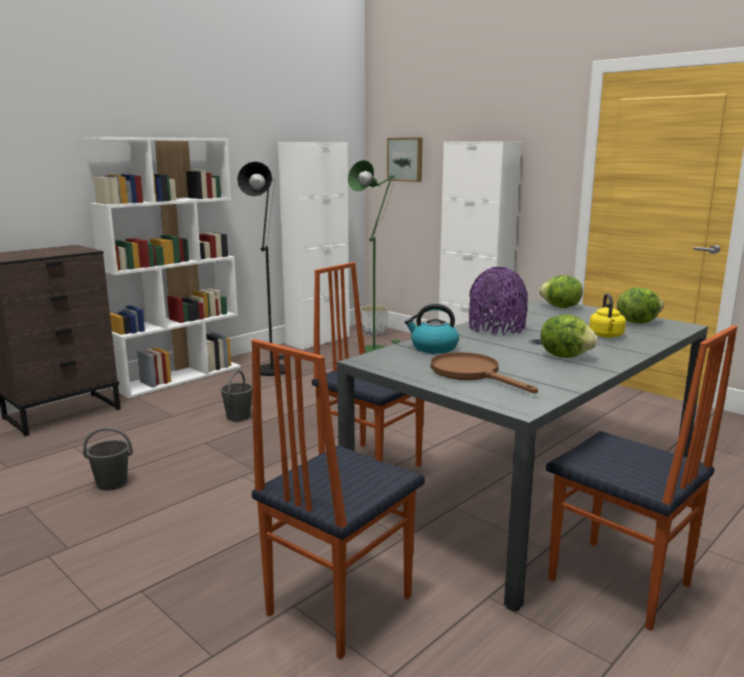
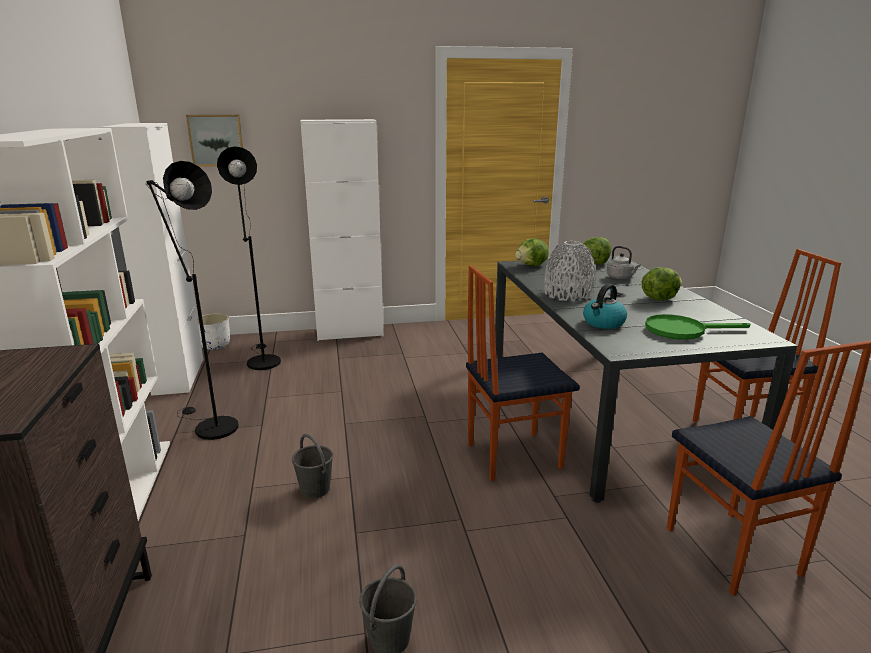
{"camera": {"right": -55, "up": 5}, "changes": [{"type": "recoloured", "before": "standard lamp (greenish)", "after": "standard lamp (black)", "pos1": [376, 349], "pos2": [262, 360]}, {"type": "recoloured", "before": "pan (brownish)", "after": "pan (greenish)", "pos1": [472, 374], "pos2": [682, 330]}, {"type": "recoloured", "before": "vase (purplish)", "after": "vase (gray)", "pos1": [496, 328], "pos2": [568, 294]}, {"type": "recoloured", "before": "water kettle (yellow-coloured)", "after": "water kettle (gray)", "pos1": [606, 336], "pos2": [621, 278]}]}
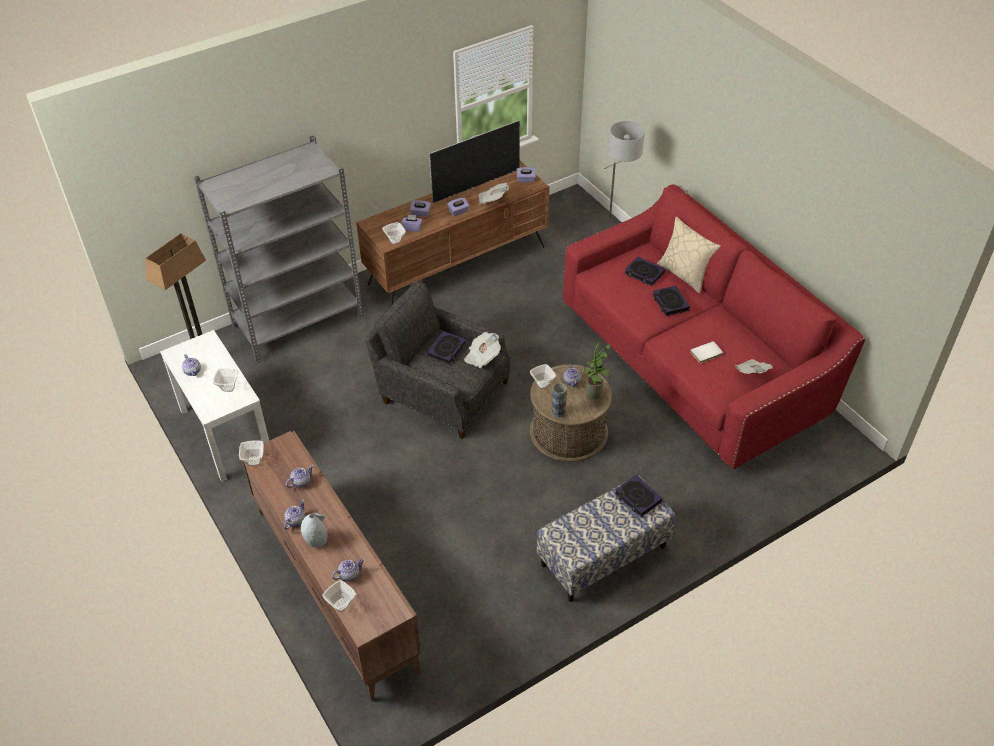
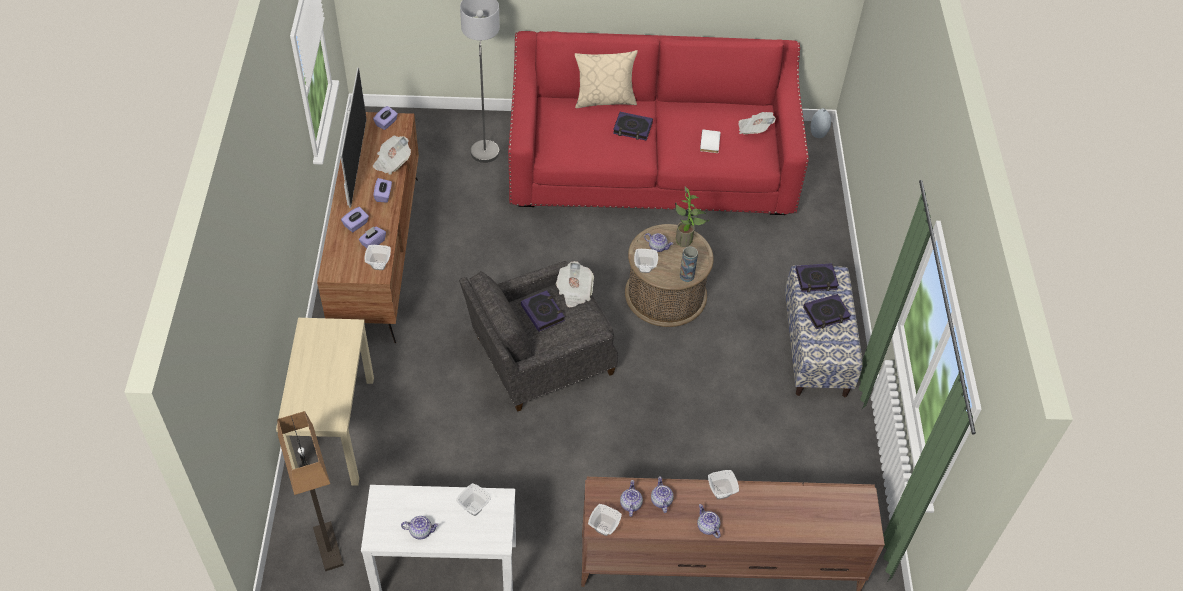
{"camera": {"right": -60, "up": 5}, "changes": [{"type": "moved", "before": "vase (gray)", "pos1": [316, 539], "pos2": [817, 133]}, {"type": "moved", "before": "deep dish", "pos1": [341, 604], "pos2": [720, 492]}, {"type": "moved", "before": "teapot", "pos1": [349, 574], "pos2": [630, 504]}, {"type": "moved", "before": "book", "pos1": [644, 273], "pos2": [826, 314]}, {"type": "replaced", "before": "bookcase (gray)", "after": "narrow table (sand-coloured)", "pos1": [298, 322], "pos2": [334, 428]}]}
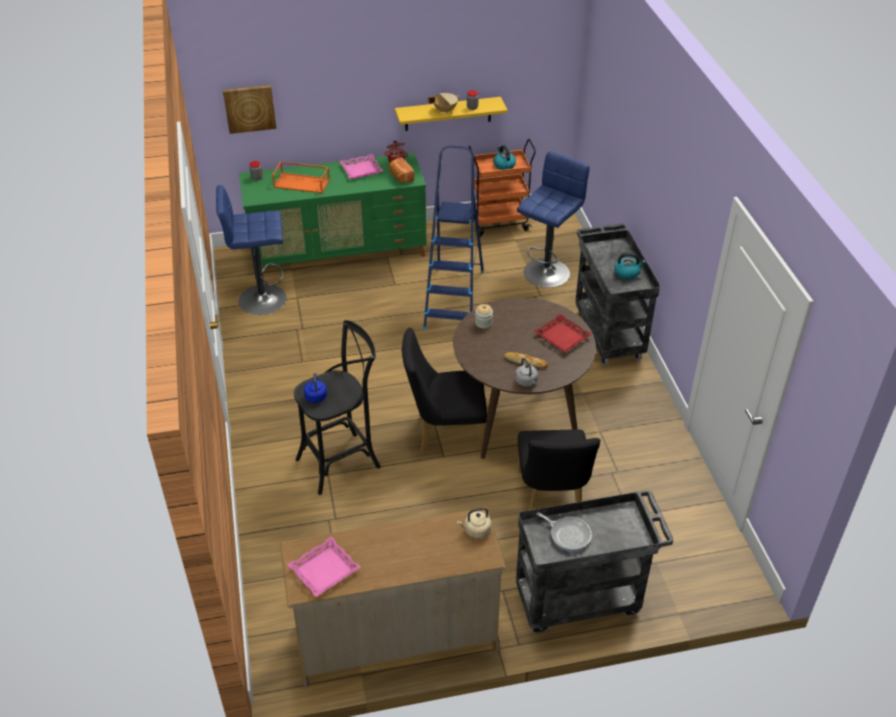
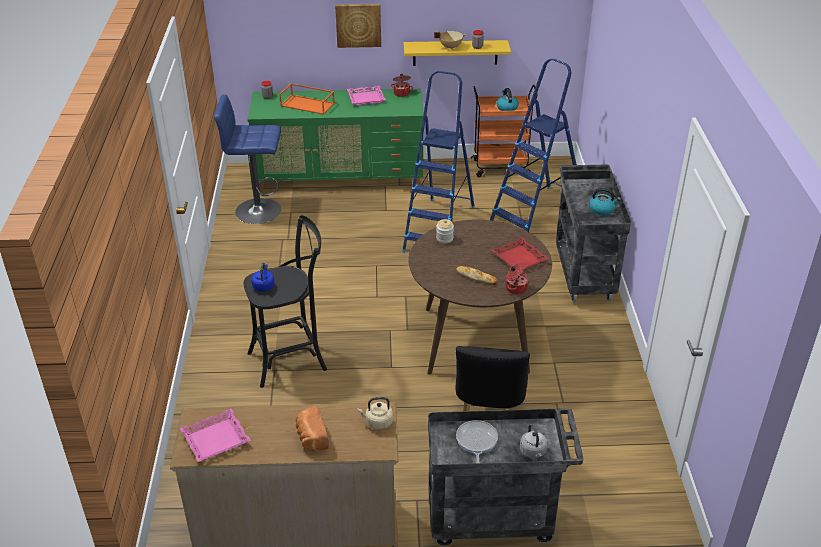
{"camera": {"right": 10, "up": -5}, "changes": [{"type": "removed", "before": "upright chair (black)", "pos1": [444, 432]}, {"type": "added", "after": "cooking pot", "pos2": [515, 288]}, {"type": "moved", "before": "wall picture", "pos1": [249, 108], "pos2": [358, 25]}, {"type": "moved", "before": "bread", "pos1": [400, 177], "pos2": [311, 437]}, {"type": "moved", "before": "water kettle (gray)", "pos1": [526, 382], "pos2": [533, 452]}, {"type": "replaced", "before": "stool (blue)", "after": "step ladder (blue)", "pos1": [547, 273], "pos2": [536, 214]}, {"type": "turned", "before": "pan", "pos1": [568, 534], "pos2": [476, 441], "turn": -135}]}
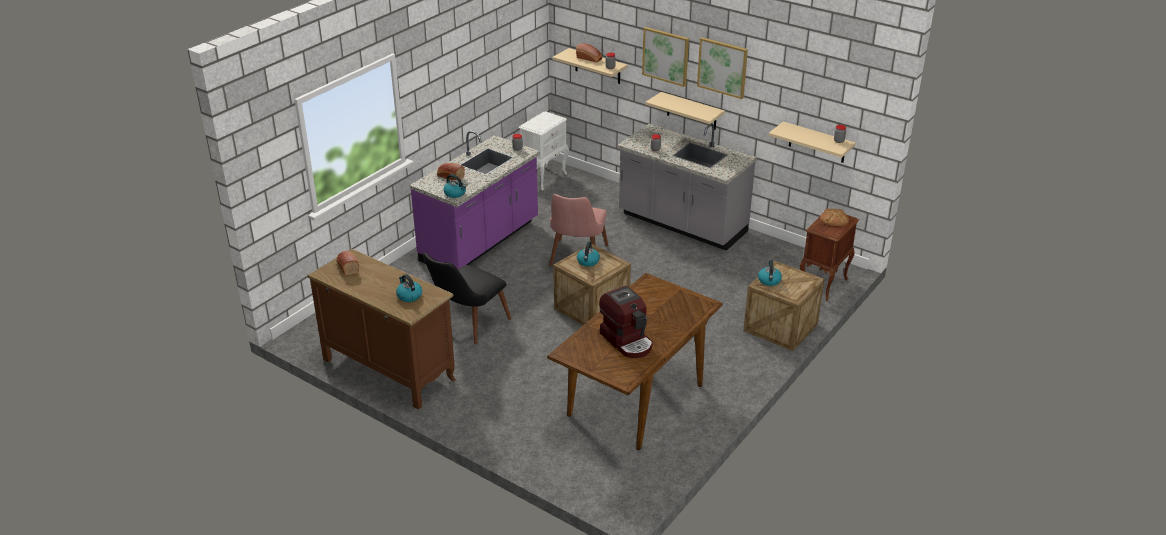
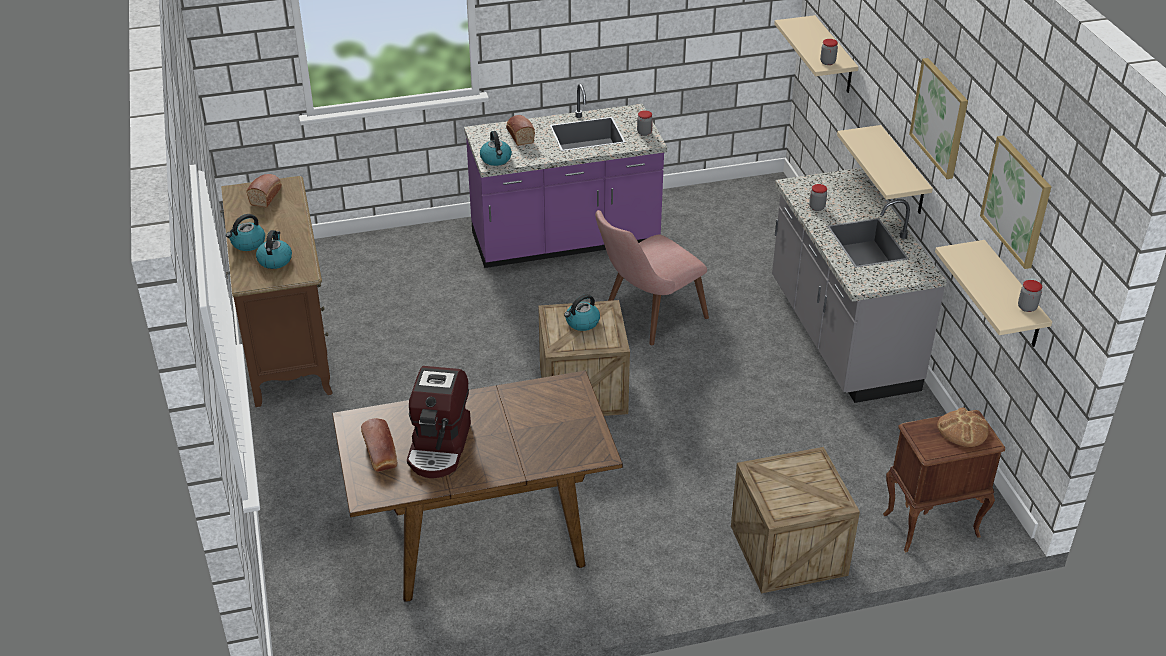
{"camera": {"right": 40, "up": 5}, "changes": [{"type": "removed", "before": "upright chair (black)", "pos1": [466, 326]}, {"type": "removed", "before": "nightstand (white-coloured)", "pos1": [544, 178]}, {"type": "moved", "before": "bread", "pos1": [590, 58], "pos2": [381, 455]}, {"type": "moved", "before": "wall picture", "pos1": [665, 56], "pos2": [1017, 201]}, {"type": "moved", "before": "water kettle", "pos1": [769, 281], "pos2": [248, 243]}]}
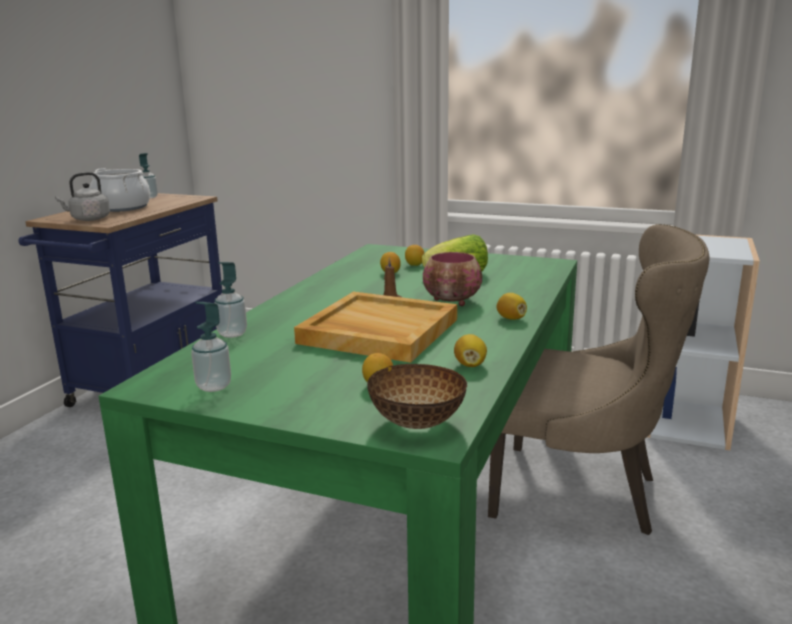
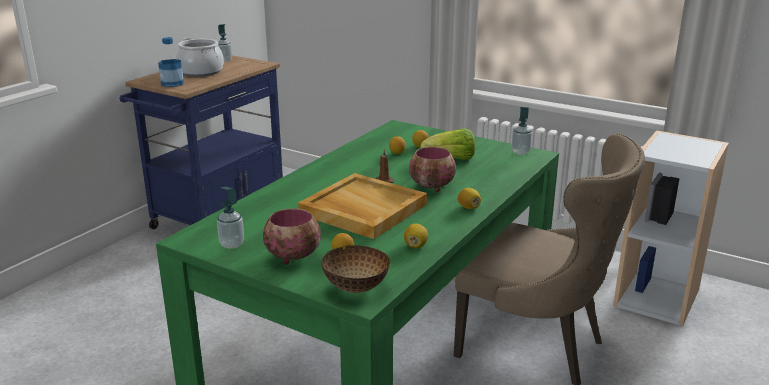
{"camera": {"right": 10, "up": 5}, "changes": [{"type": "added", "after": "deep dish", "pos2": [294, 256]}, {"type": "moved", "before": "soap bottle", "pos1": [232, 334], "pos2": [520, 152]}, {"type": "replaced", "before": "water kettle (gray)", "after": "drink bottle", "pos1": [88, 219], "pos2": [172, 84]}]}
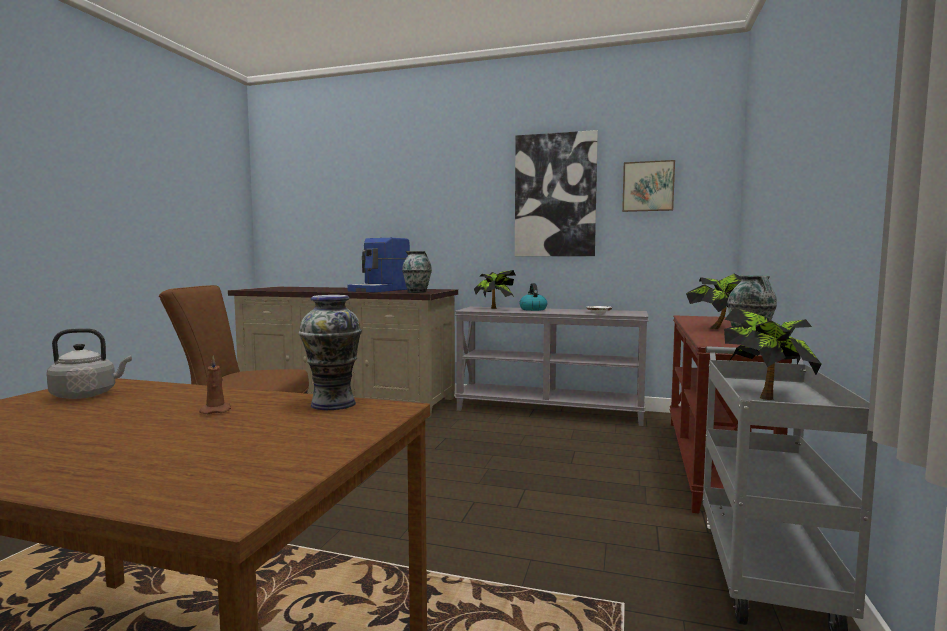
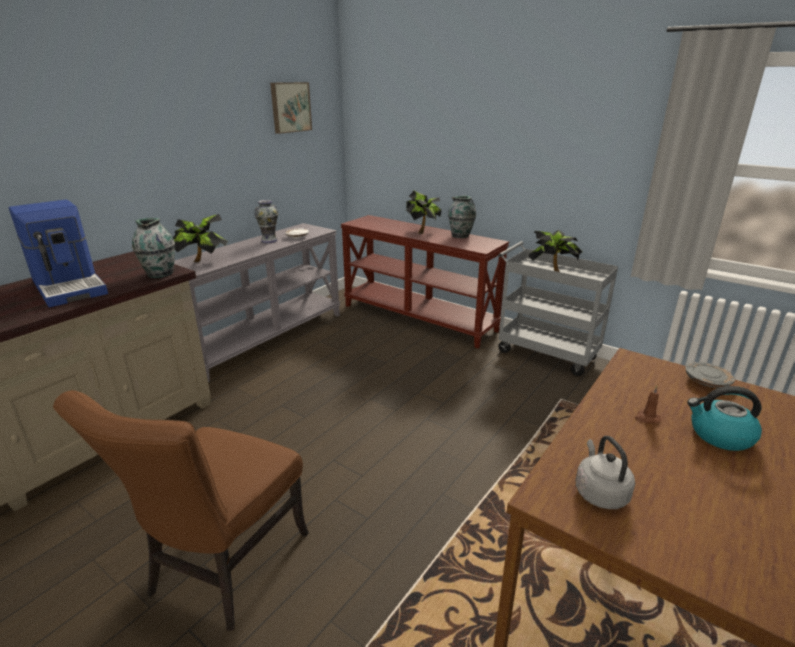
{"camera": {"right": -70, "up": 20}, "changes": [{"type": "removed", "before": "wall picture", "pos1": [555, 195]}, {"type": "added", "after": "plate (gray)", "pos2": [707, 381]}, {"type": "moved", "before": "vase", "pos1": [333, 404], "pos2": [269, 240]}, {"type": "moved", "before": "water kettle", "pos1": [532, 309], "pos2": [719, 435]}]}
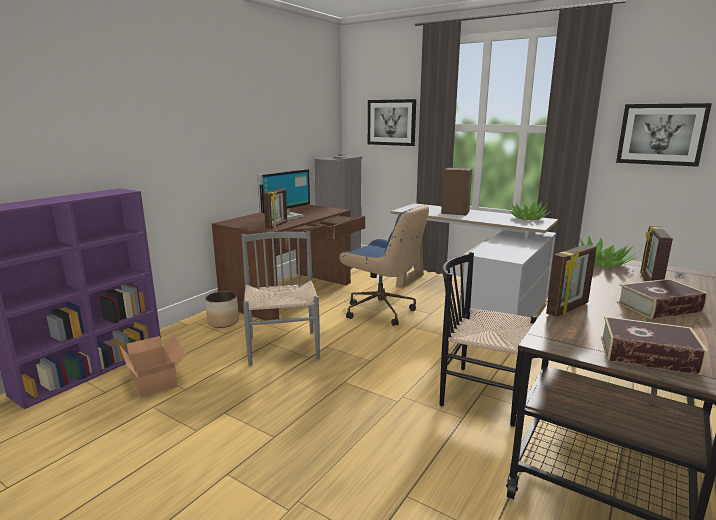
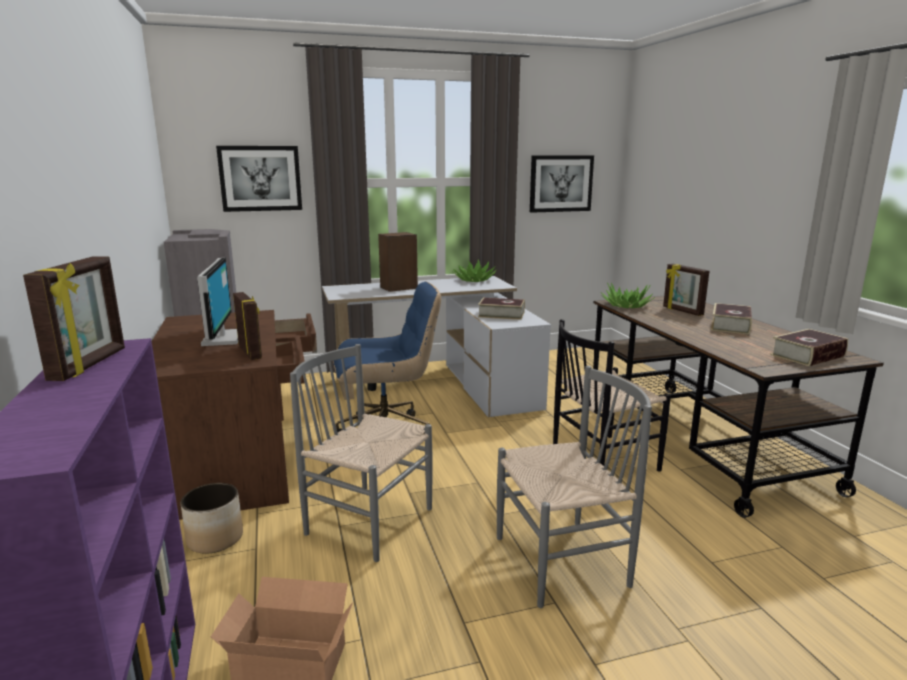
{"camera": {"right": -50, "up": 0}, "changes": [{"type": "added", "after": "book", "pos2": [501, 314]}, {"type": "added", "after": "upright chair (gray)", "pos2": [566, 561]}, {"type": "moved", "before": "picture frame", "pos1": [568, 309], "pos2": [90, 364]}]}
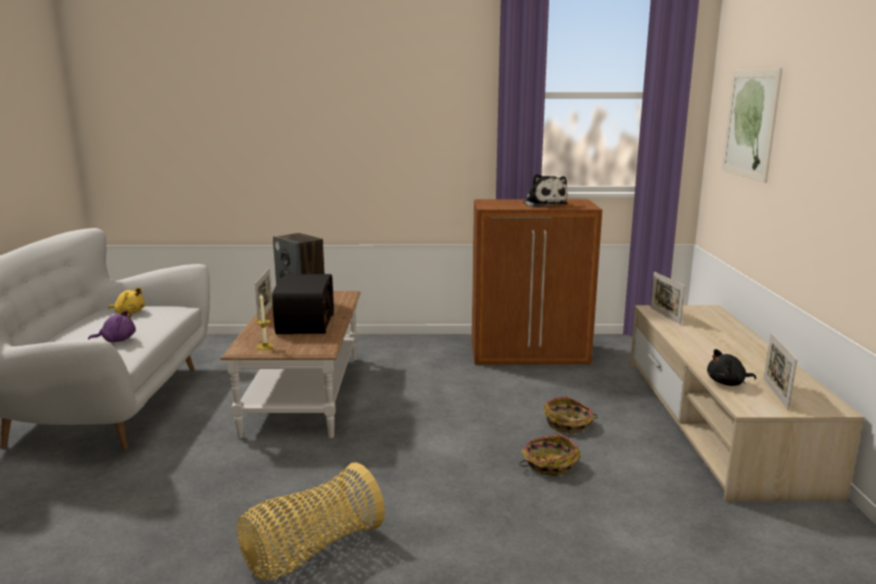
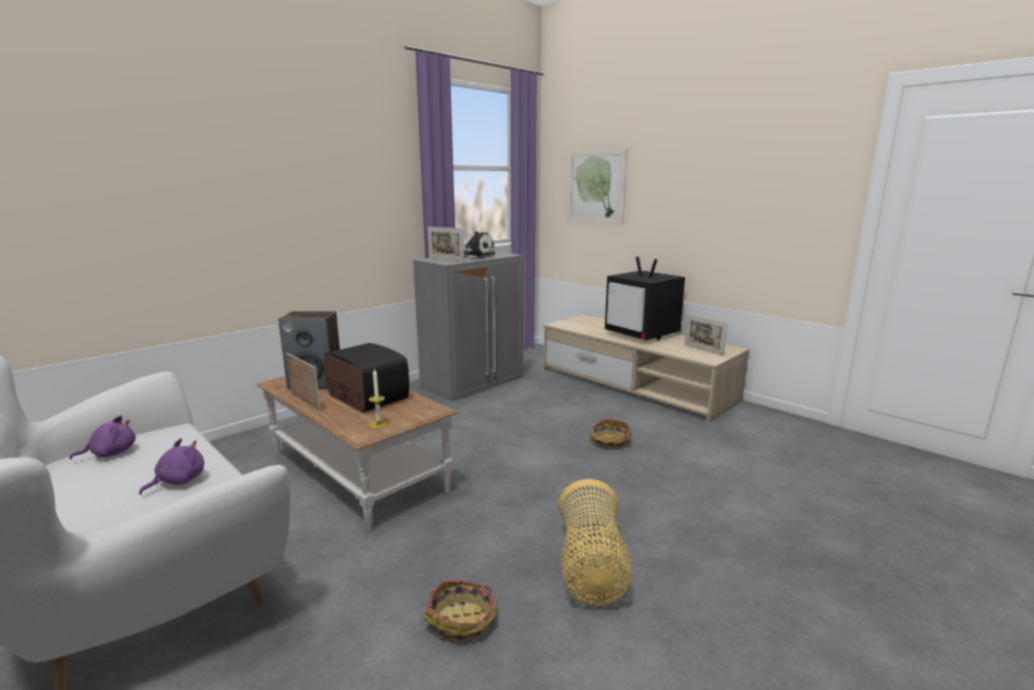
{"camera": {"right": -45, "up": 0}, "changes": [{"type": "removed", "before": "plush toy (black)", "pos1": [727, 383]}, {"type": "added", "after": "TV", "pos2": [642, 334]}, {"type": "moved", "before": "storage basket", "pos1": [569, 424], "pos2": [463, 620]}, {"type": "moved", "before": "picture frame", "pos1": [665, 315], "pos2": [446, 259]}, {"type": "recoloured", "before": "plush toy (yellow-coloured)", "after": "plush toy (purplish)", "pos1": [129, 312], "pos2": [111, 453]}, {"type": "recoloured", "before": "cupboard (brownish)", "after": "cupboard (gray)", "pos1": [529, 353], "pos2": [473, 381]}]}
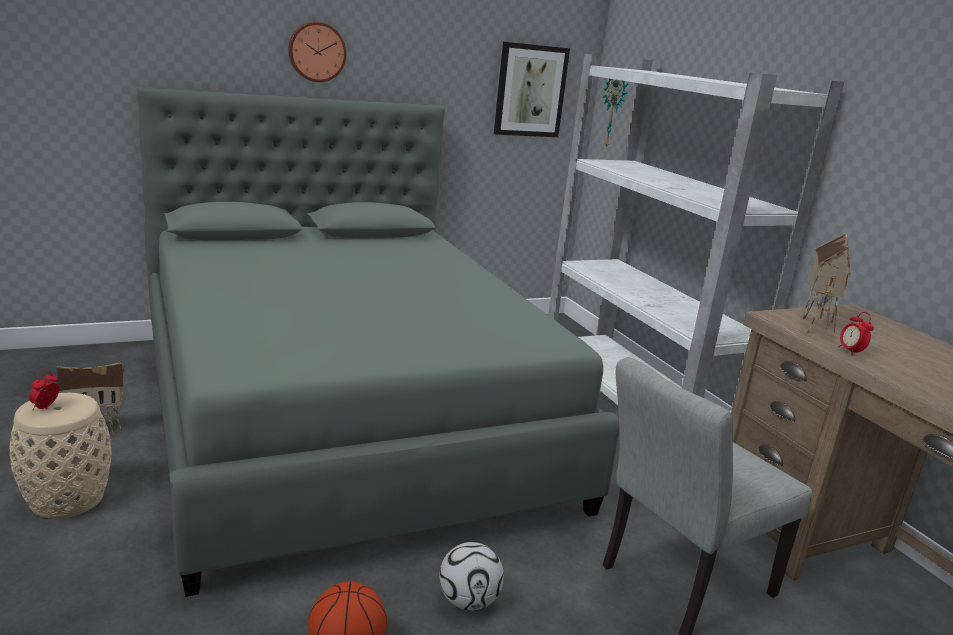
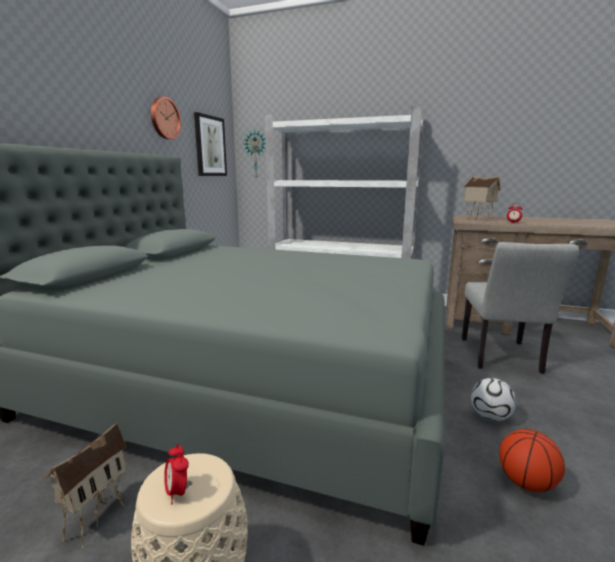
{"camera": {"right": -45, "up": -5}, "changes": [{"type": "moved", "before": "wall clock", "pos1": [316, 52], "pos2": [164, 118]}]}
